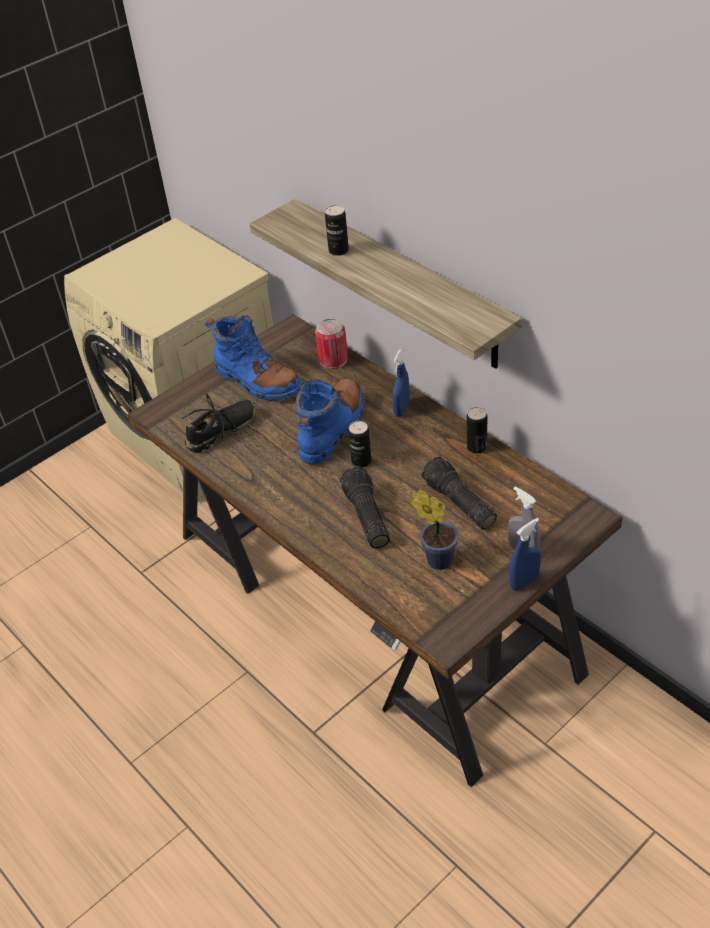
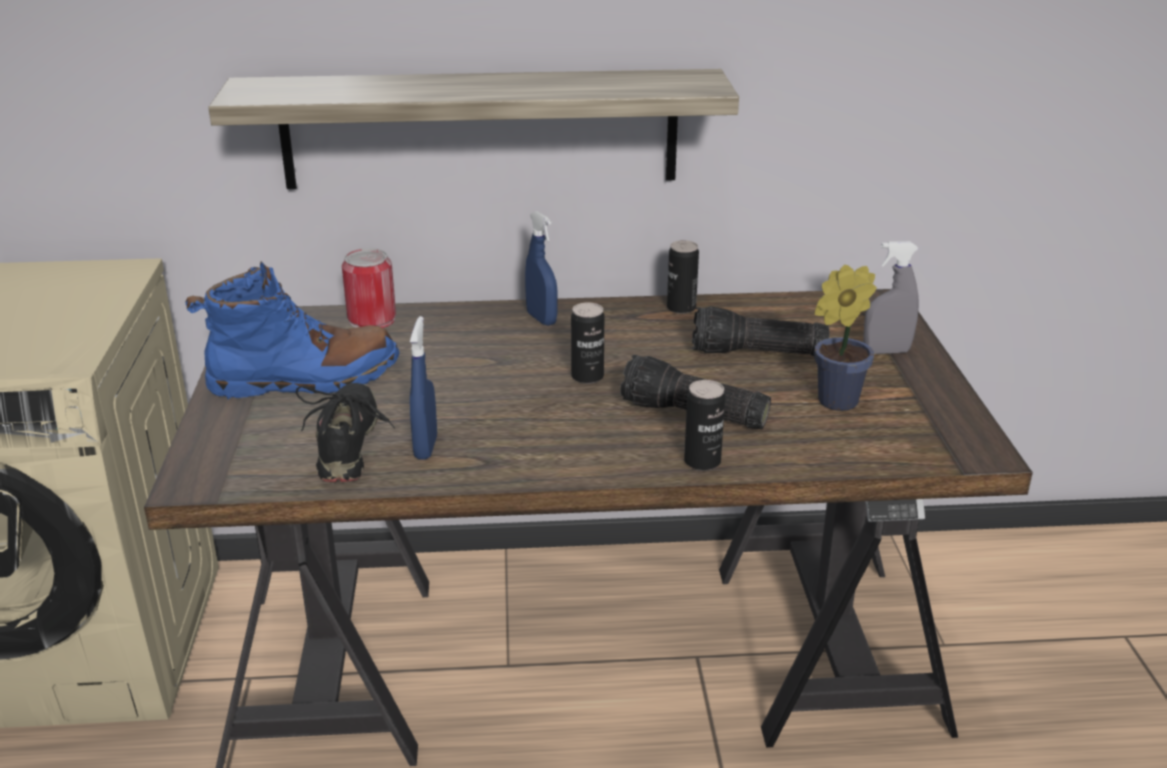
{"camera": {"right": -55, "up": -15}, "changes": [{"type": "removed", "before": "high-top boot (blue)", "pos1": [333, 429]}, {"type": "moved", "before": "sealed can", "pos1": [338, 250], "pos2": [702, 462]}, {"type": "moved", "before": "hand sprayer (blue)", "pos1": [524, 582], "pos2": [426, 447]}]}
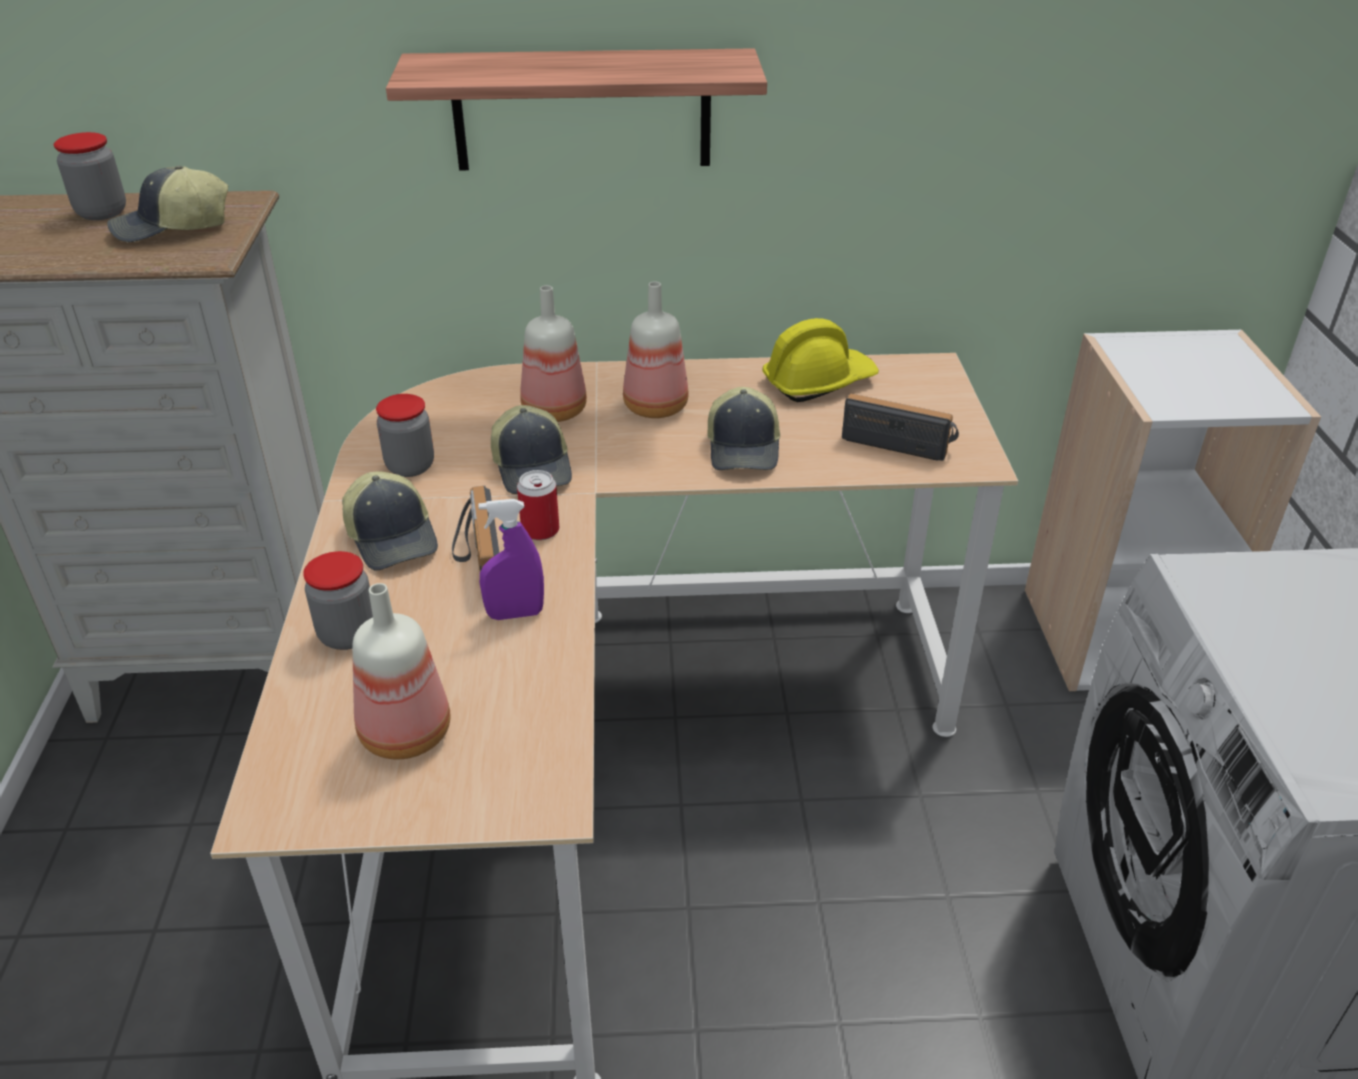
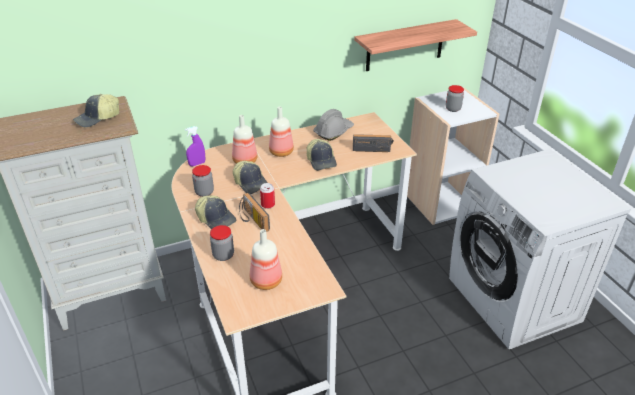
{"camera": {"right": -20, "up": 0}, "changes": [{"type": "moved", "before": "preserve jar", "pos1": [102, 213], "pos2": [453, 109]}, {"type": "moved", "before": "shelf", "pos1": [582, 110], "pos2": [405, 45]}, {"type": "moved", "before": "hand sprayer (purplish)", "pos1": [515, 614], "pos2": [197, 164]}, {"type": "recoloured", "before": "hard hat (yellow-coloured)", "after": "hard hat (gray)", "pos1": [818, 382], "pos2": [333, 131]}]}
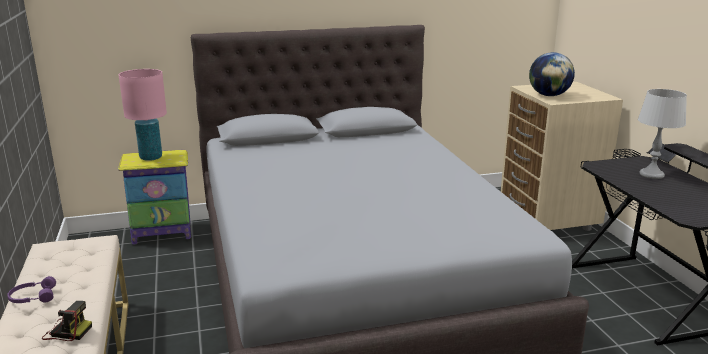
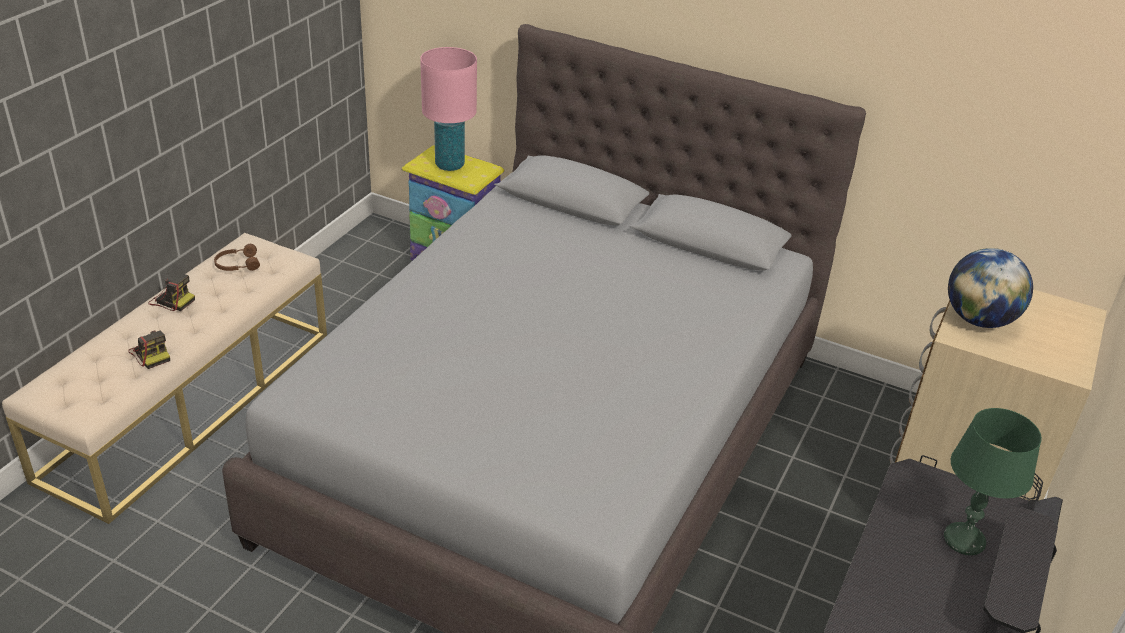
{"camera": {"right": 40, "up": 15}, "changes": [{"type": "added", "after": "headphones (brownish)", "pos2": [237, 264]}, {"type": "replaced", "before": "headphones (purplish)", "after": "still camera", "pos1": [32, 297], "pos2": [172, 300]}, {"type": "recoloured", "before": "table lamp (gray)", "after": "table lamp (greenish)", "pos1": [651, 175], "pos2": [963, 540]}]}
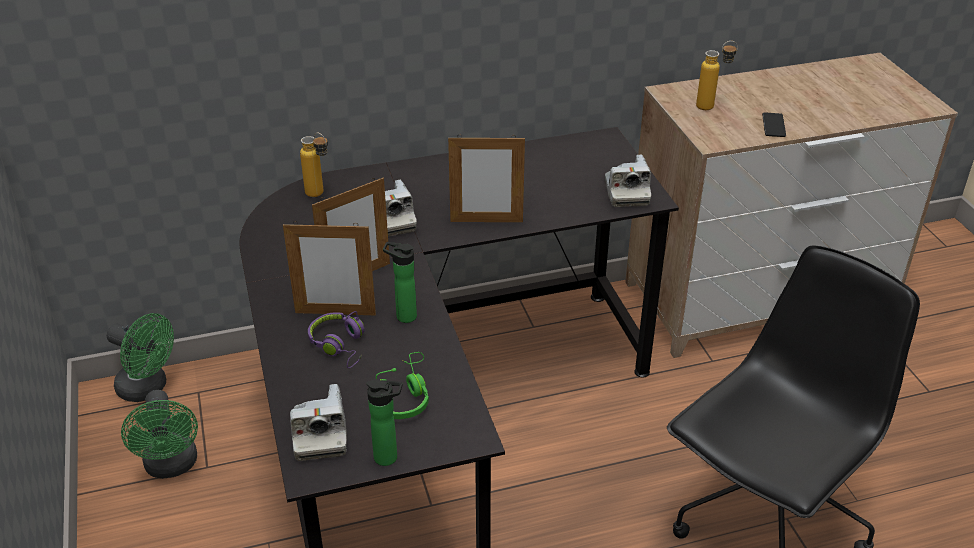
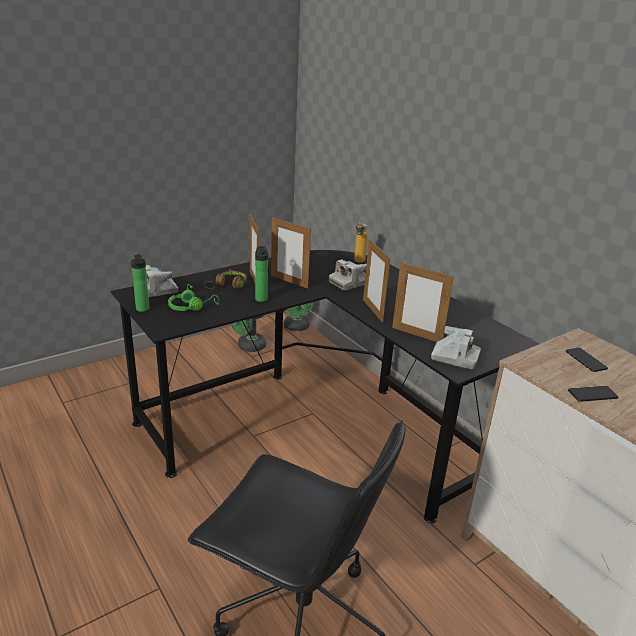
{"camera": {"right": 70, "up": -10}, "changes": [{"type": "added", "after": "picture frame", "pos2": [416, 335]}, {"type": "replaced", "before": "drink bottle", "after": "telephone", "pos1": [712, 106], "pos2": [585, 360]}, {"type": "recoloured", "before": "headphones (purplish)", "after": "headphones (brownish)", "pos1": [340, 345], "pos2": [228, 286]}, {"type": "turned", "before": "still camera", "pos1": [626, 193], "pos2": [454, 358], "turn": -135}]}
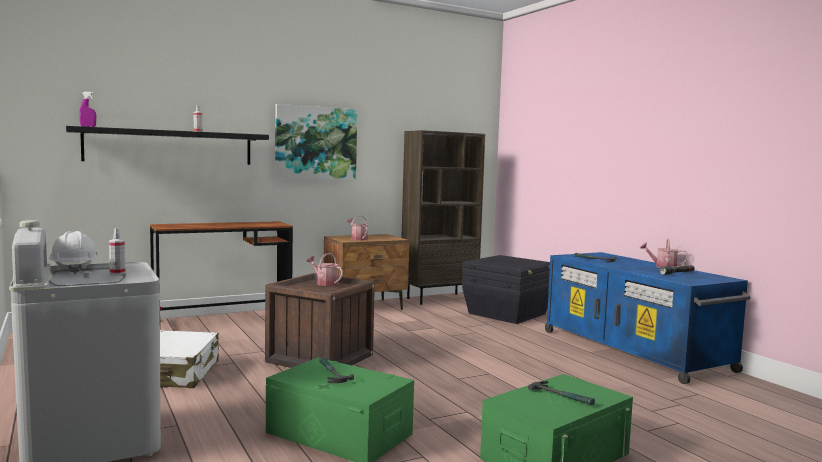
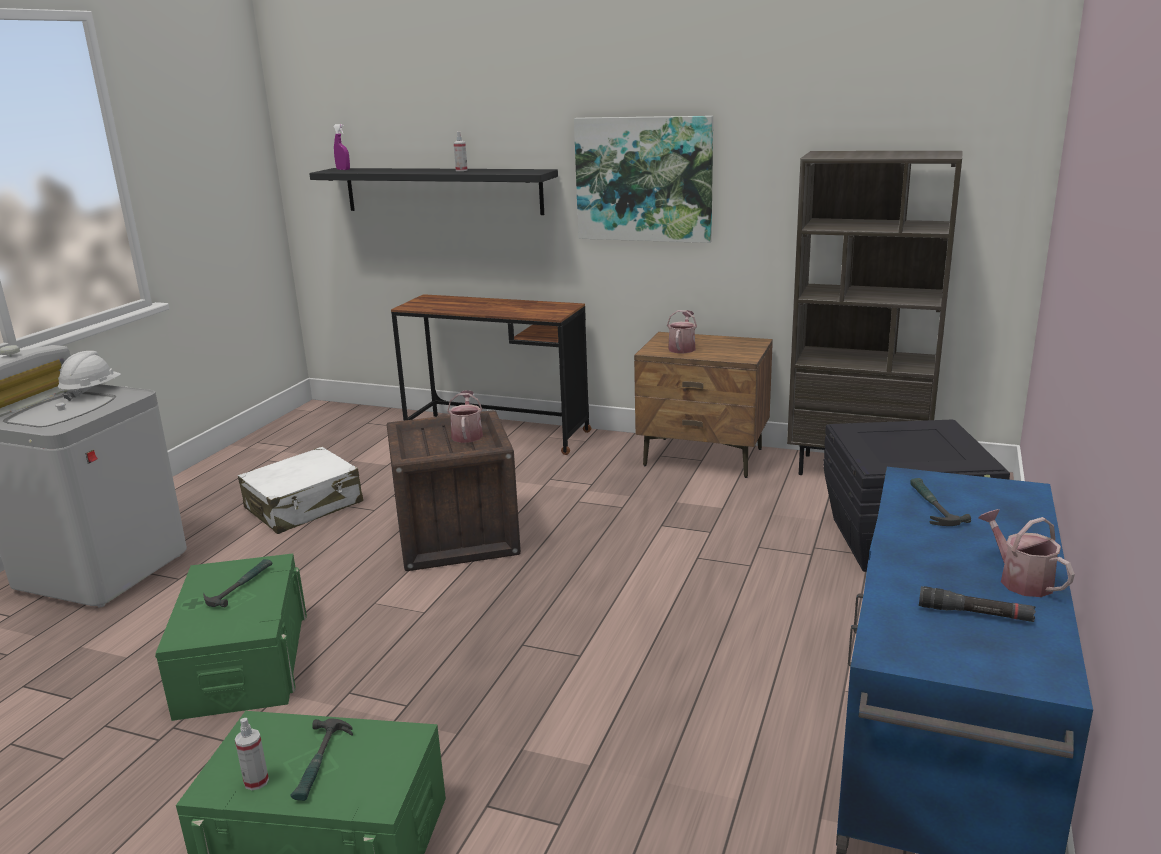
{"camera": {"right": 50, "up": 15}, "changes": [{"type": "moved", "before": "hand sprayer", "pos1": [117, 273], "pos2": [256, 781]}]}
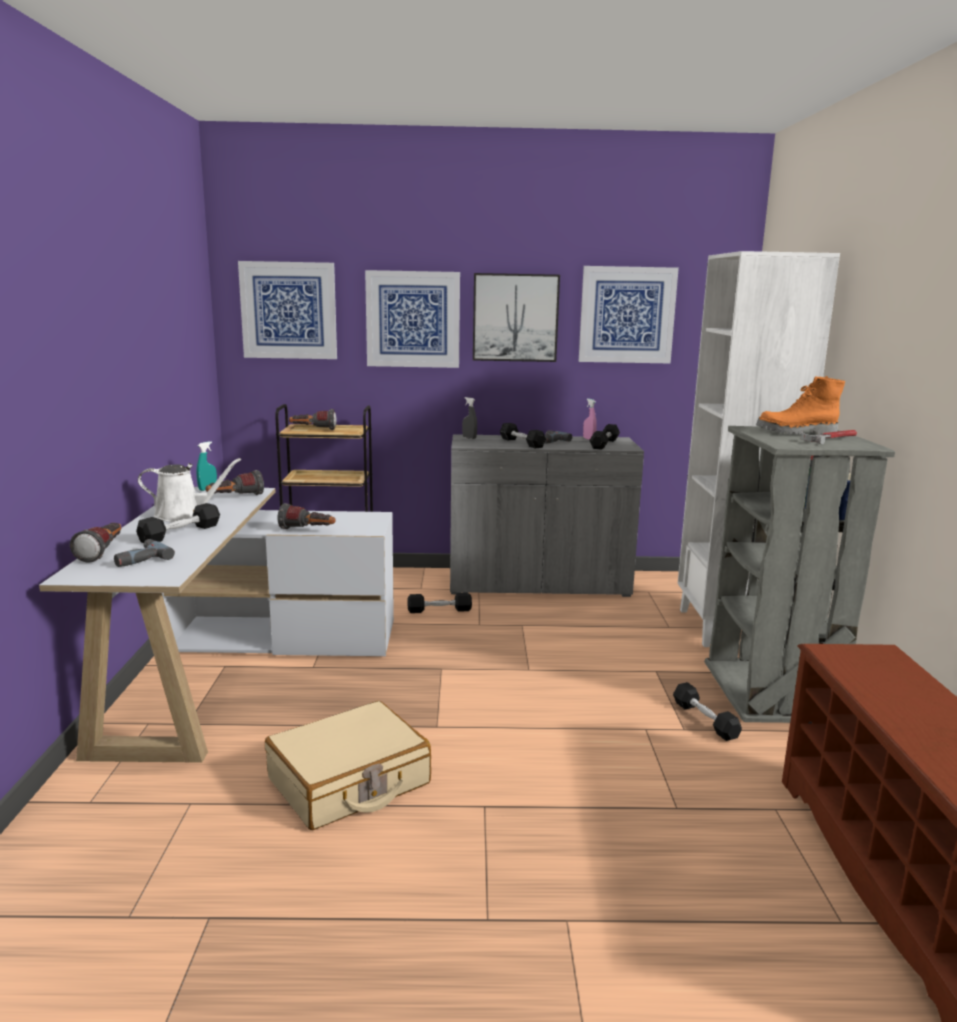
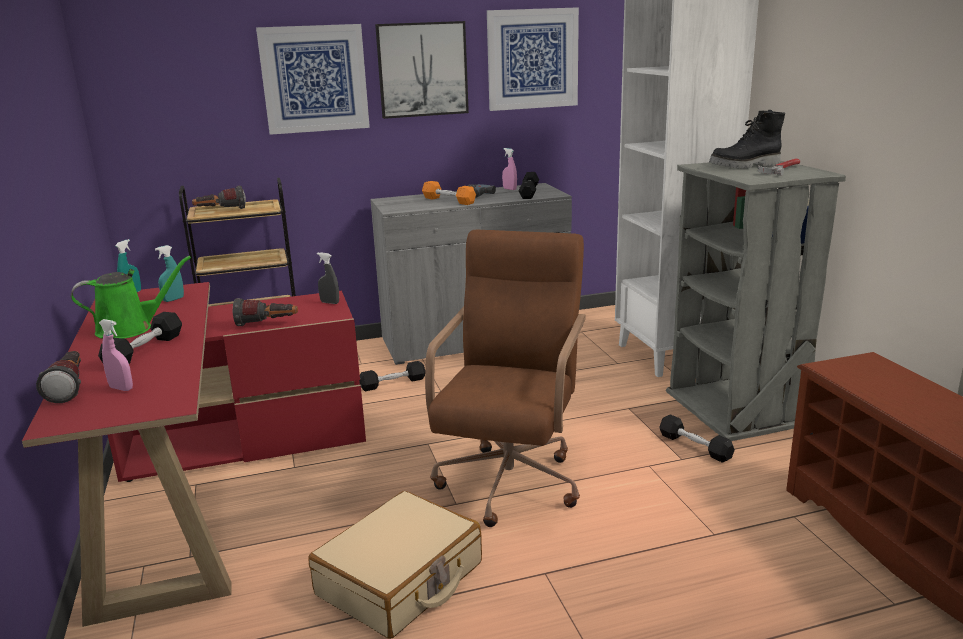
{"camera": {"right": -15, "up": 5}, "changes": [{"type": "removed", "before": "wall picture", "pos1": [289, 310]}, {"type": "added", "after": "desk chair (brownish)", "pos2": [511, 480]}, {"type": "moved", "before": "hand sprayer (gray)", "pos1": [469, 438], "pos2": [330, 302]}, {"type": "replaced", "before": "power drill", "after": "hand sprayer (pink-coloured)", "pos1": [139, 559], "pos2": [121, 388]}, {"type": "replaced", "before": "flashlight", "after": "hand sprayer (blue-green)", "pos1": [235, 498], "pos2": [173, 299]}, {"type": "recoloured", "before": "desk (white-coloured)", "after": "desk (reddish)", "pos1": [237, 669], "pos2": [212, 485]}, {"type": "recoloured", "before": "watering pot (white-coloured)", "after": "watering pot (greenish)", "pos1": [184, 515], "pos2": [130, 329]}, {"type": "recoloured", "before": "dumbbell (black)", "after": "dumbbell (orange)", "pos1": [521, 443], "pos2": [448, 200]}, {"type": "recoloured", "before": "high-top boot (orange)", "after": "high-top boot (black)", "pos1": [796, 433], "pos2": [745, 166]}]}
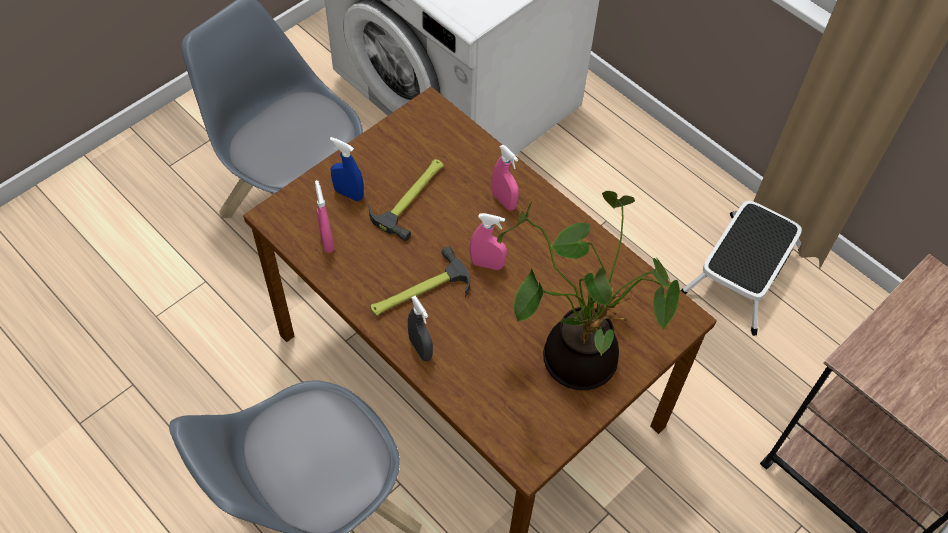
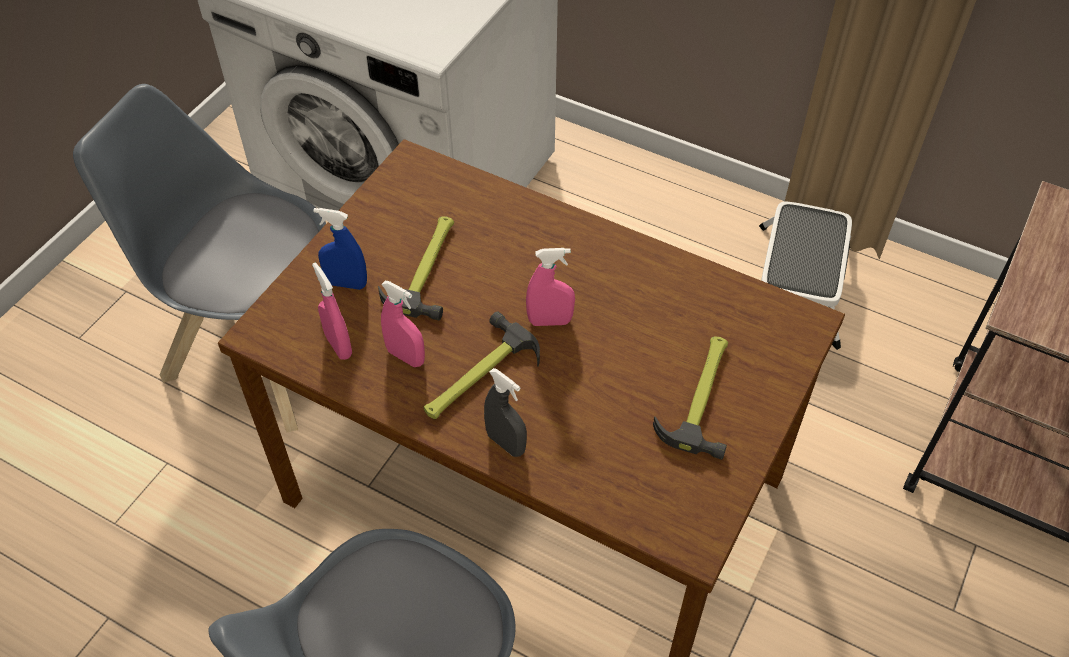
{"camera": {"right": -15, "up": -5}, "changes": [{"type": "moved", "before": "hand sprayer (pink-coloured)", "pos1": [504, 201], "pos2": [406, 356]}, {"type": "replaced", "before": "potted plant", "after": "hammer", "pos1": [578, 353], "pos2": [702, 395]}]}
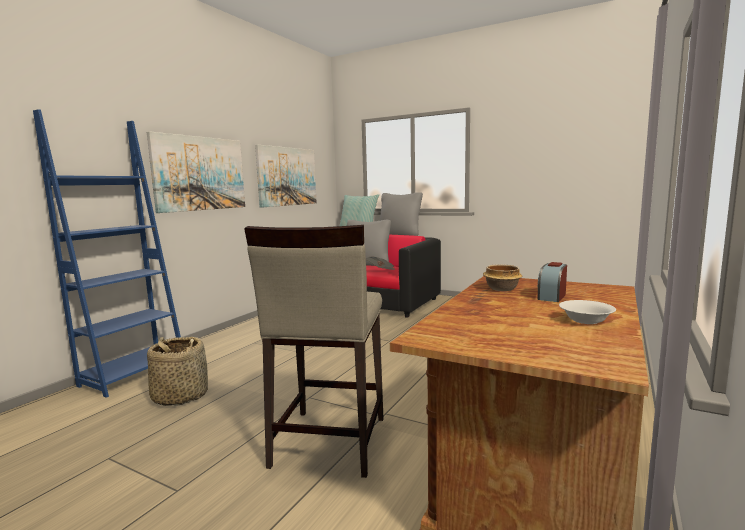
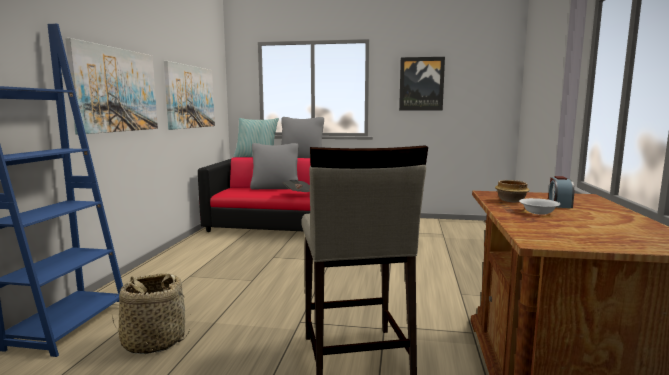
{"camera": {"right": -20, "up": 0}, "changes": [{"type": "added", "after": "wall picture", "pos2": [421, 84]}, {"type": "moved", "before": "deep dish (white-coloured)", "pos1": [586, 320], "pos2": [539, 212]}]}
